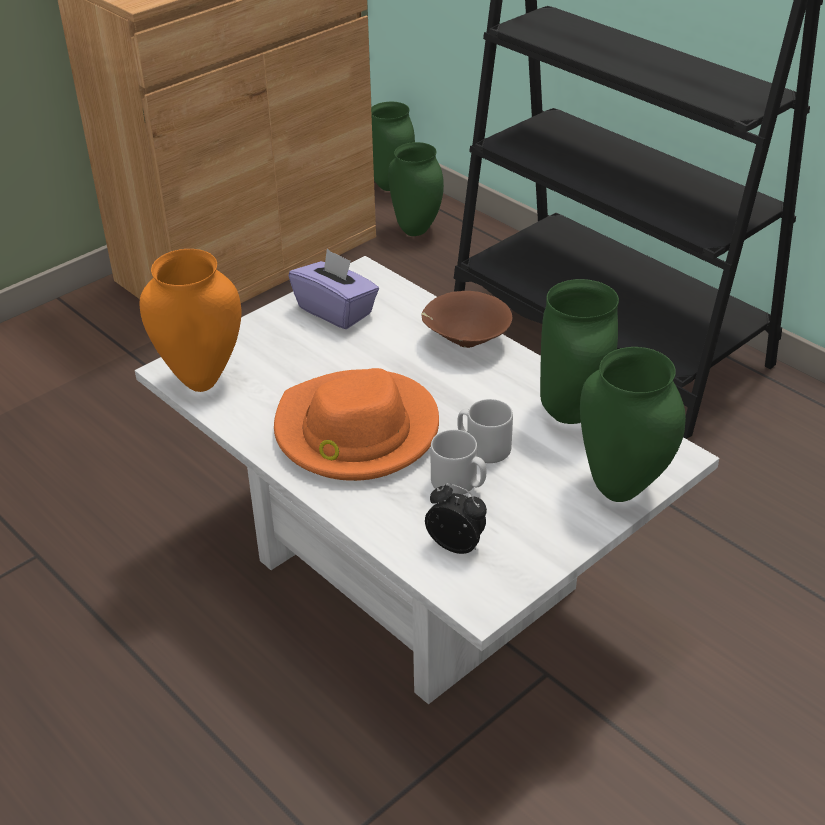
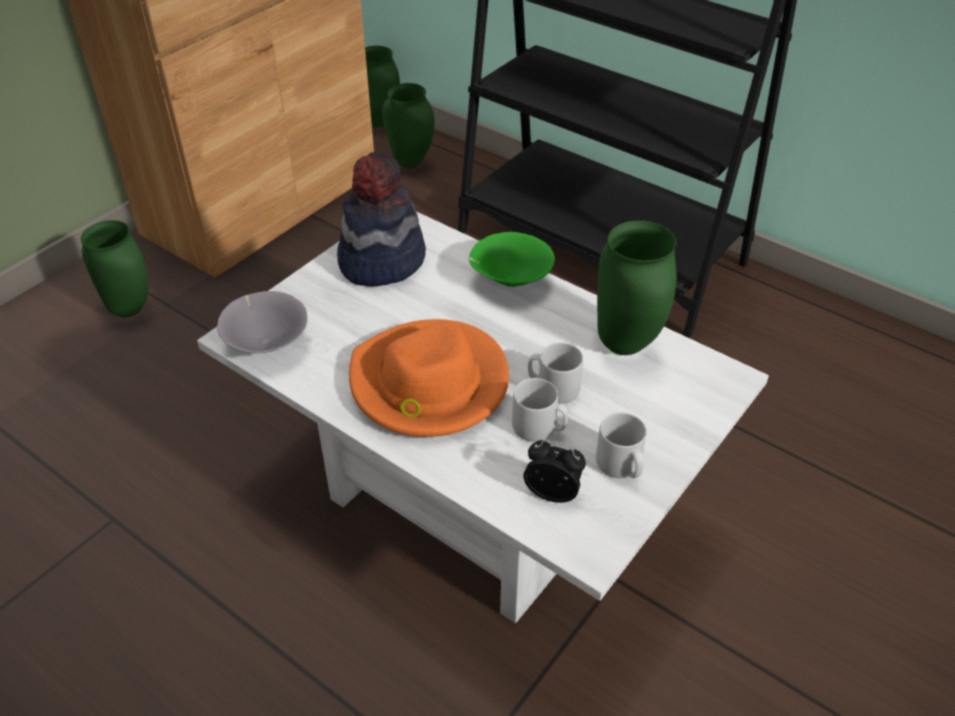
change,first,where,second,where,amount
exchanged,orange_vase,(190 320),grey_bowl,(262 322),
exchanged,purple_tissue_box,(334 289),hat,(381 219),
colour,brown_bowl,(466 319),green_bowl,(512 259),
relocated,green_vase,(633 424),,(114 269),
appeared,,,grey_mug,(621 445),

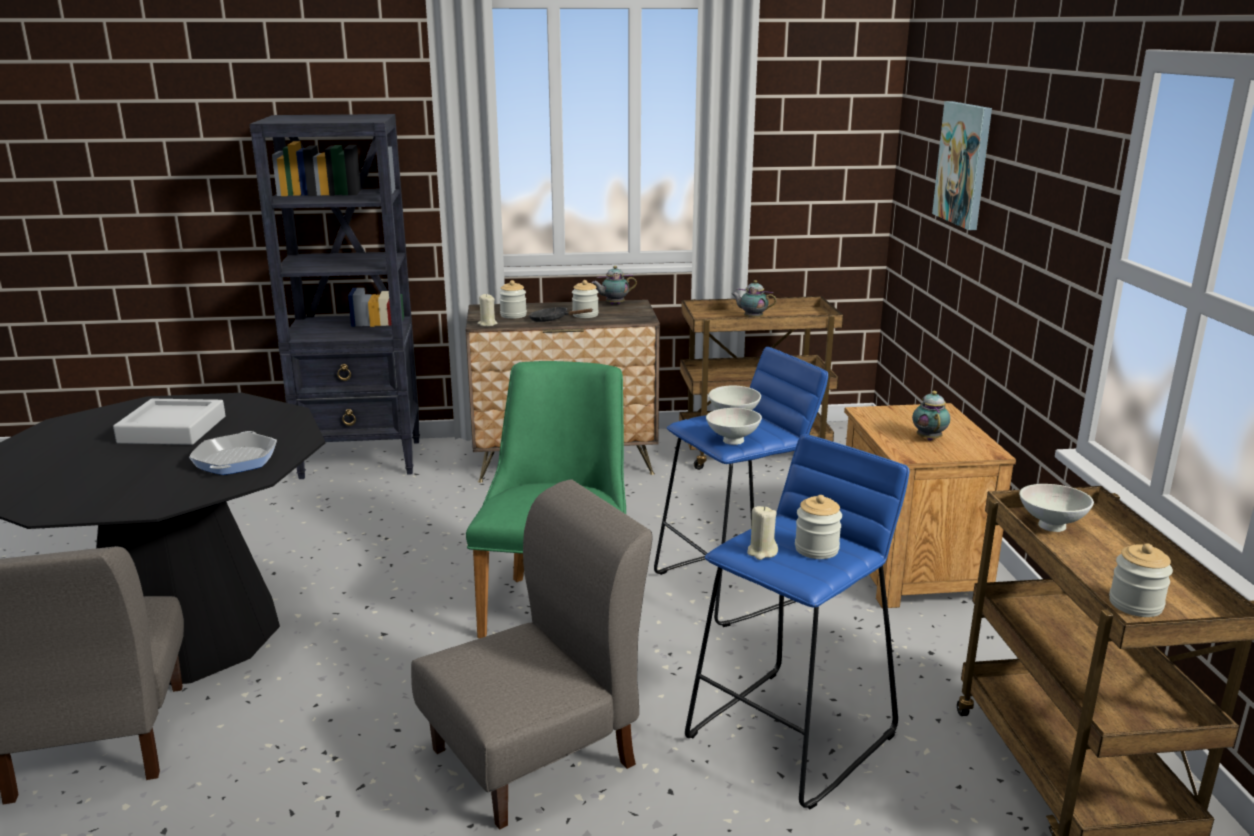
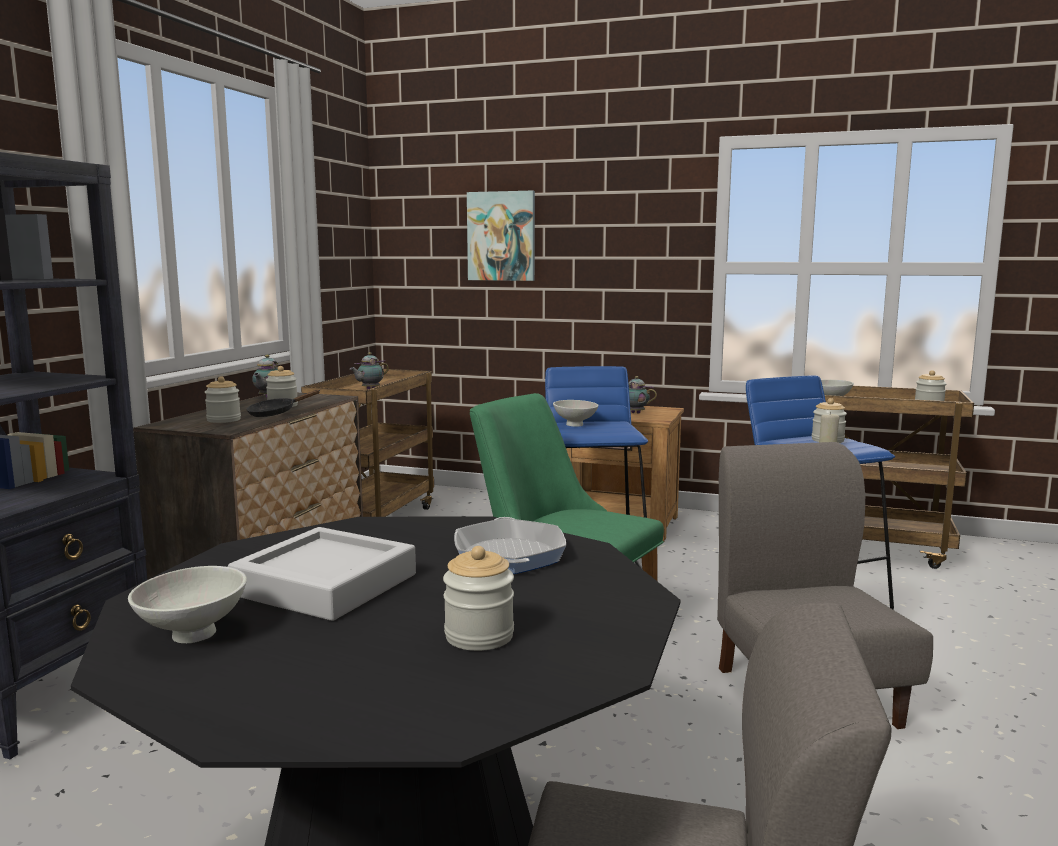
change,first,where,second,where,amount
spun,frying_pan,(233 453),,(510 545),120 degrees counterclockwise
missing,beige_candle,(487 310),,,
relocated,white_bowl,(734 426),,(187 604),
appeared,,,jar,(478 598),

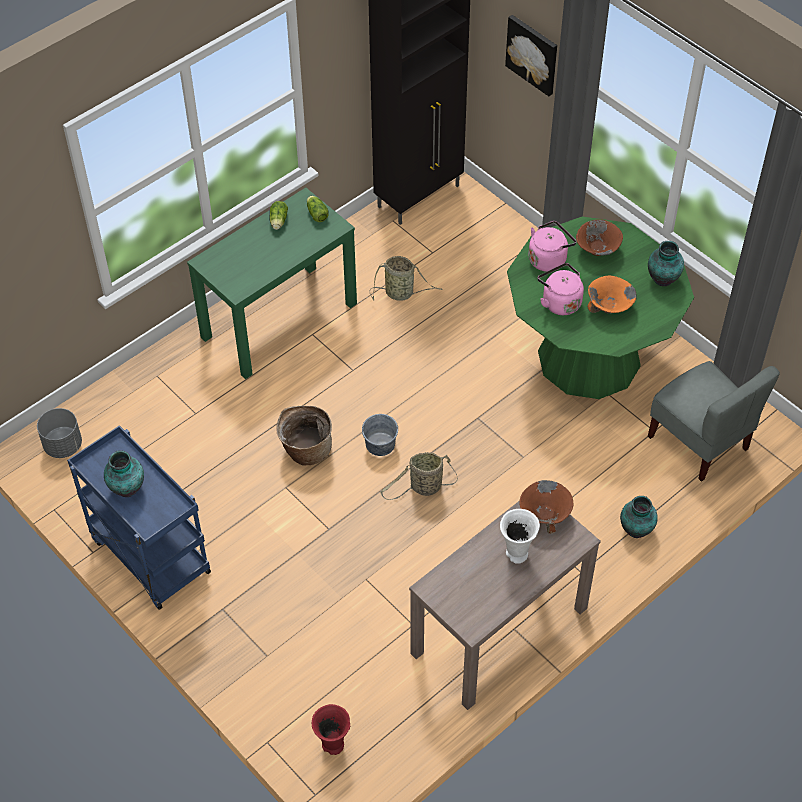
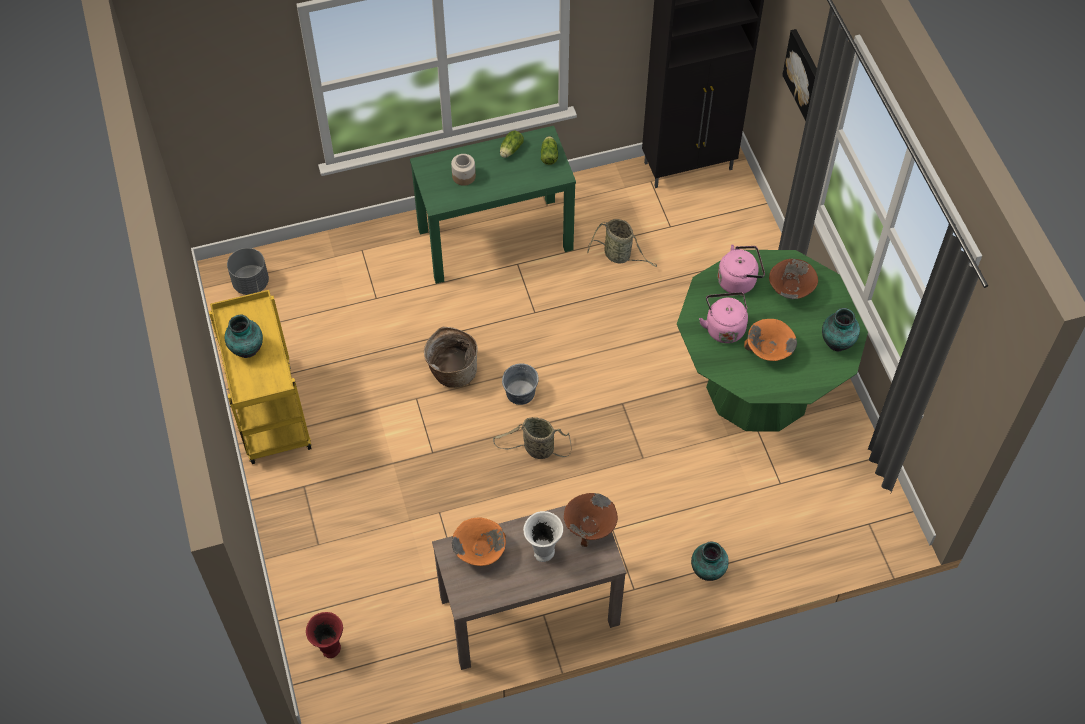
change,first,where,second,where,amount
colour,blue_cart,(139 517),yellow_cart,(260 377),
missing,grey_chair,(714 421),,,
appeared,,,jar,(463 170),
appeared,,,orange_bowl,(479 541),

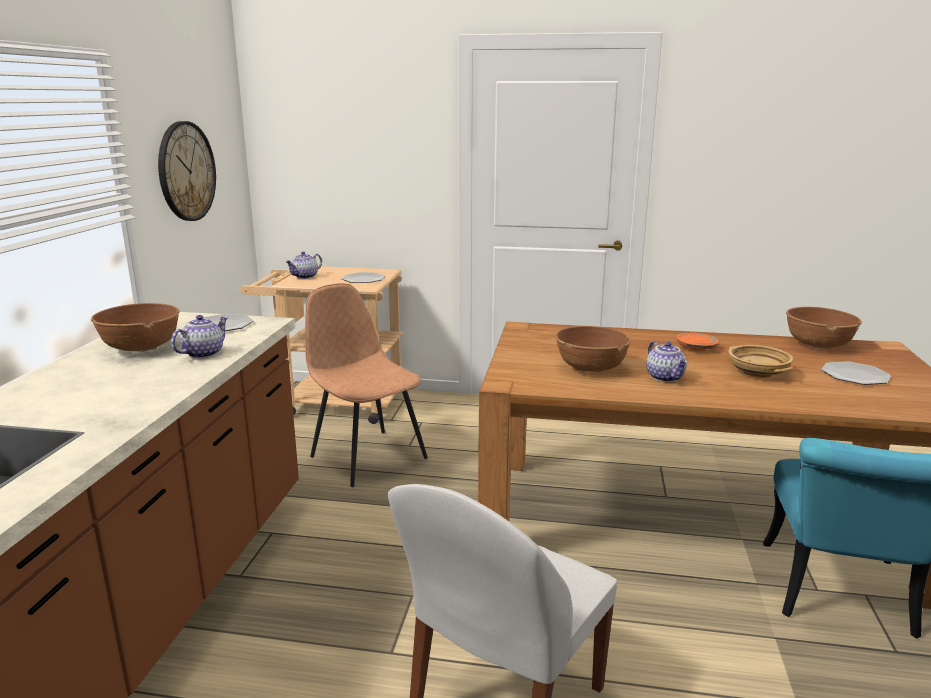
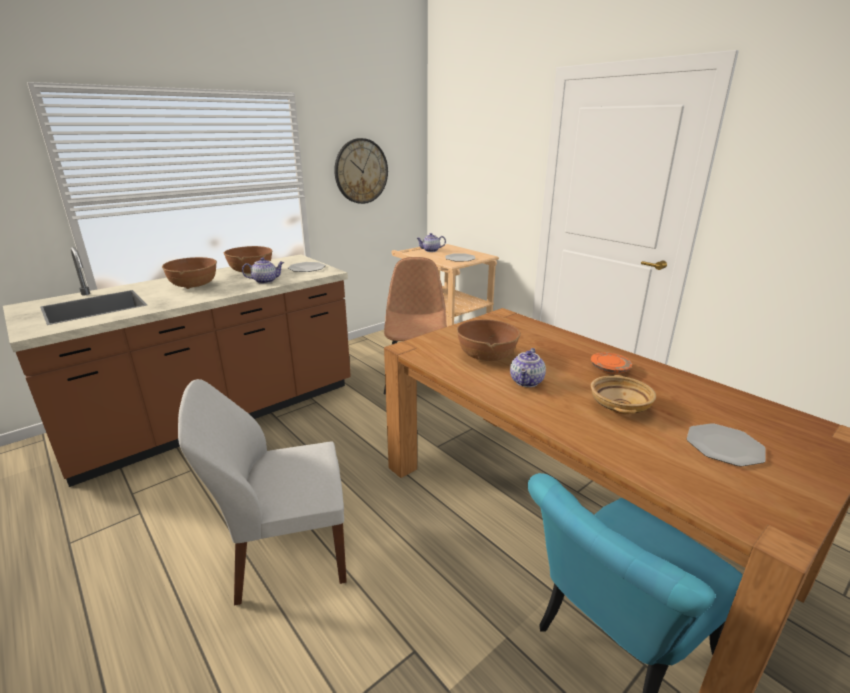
change,first,where,second,where,amount
relocated,brown_bowl,(824 328),,(189 273),

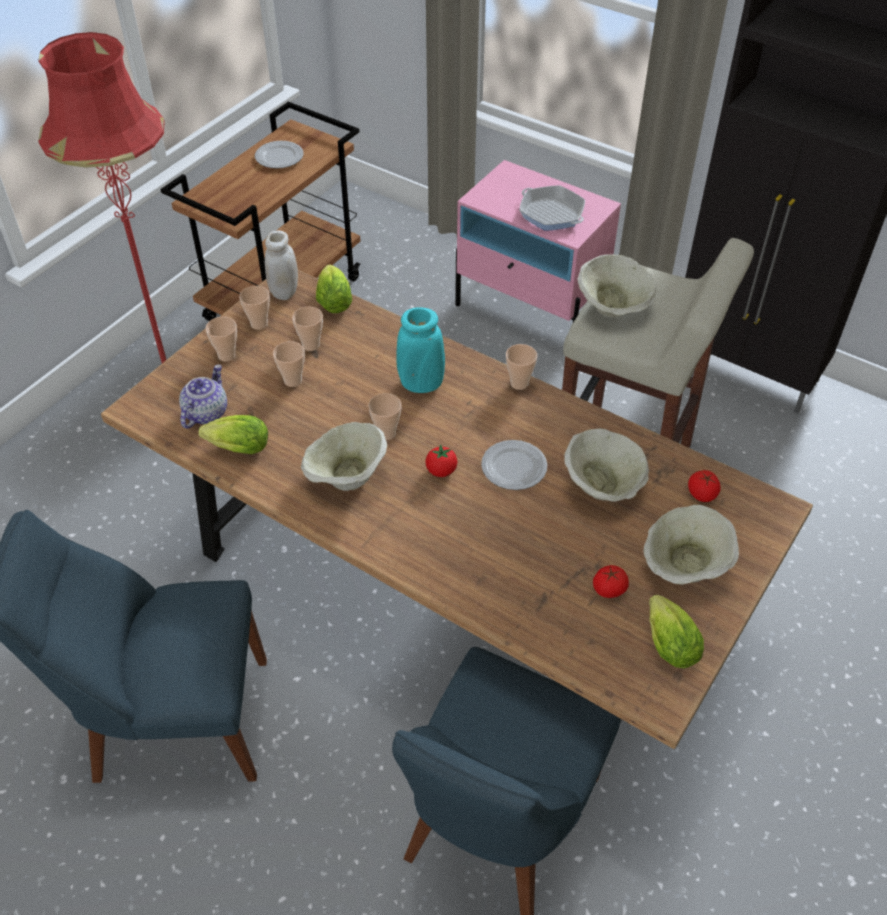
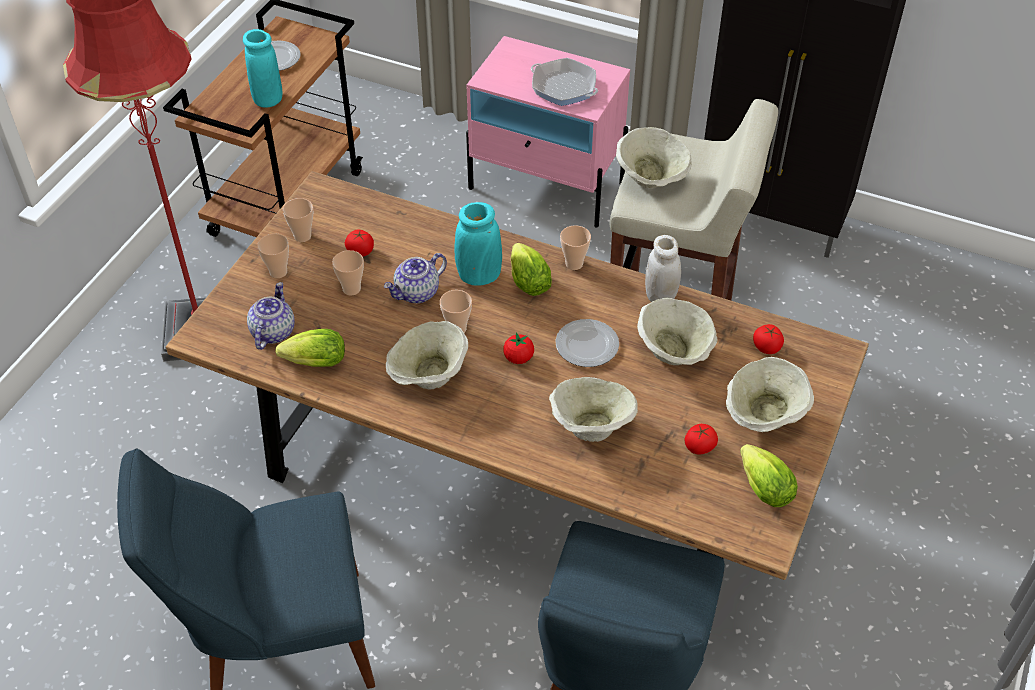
change,first,where,second,where,amount
relocated,white_jar,(281 265),,(663 268),
exchanged,cup,(307 328),tomato,(359 242),
relocated,lettuce,(334 288),,(531 269),
appeared,,,turquoise_vase,(262 68),
appeared,,,teapot,(415 278),
appeared,,,beige_bowl,(593 409),

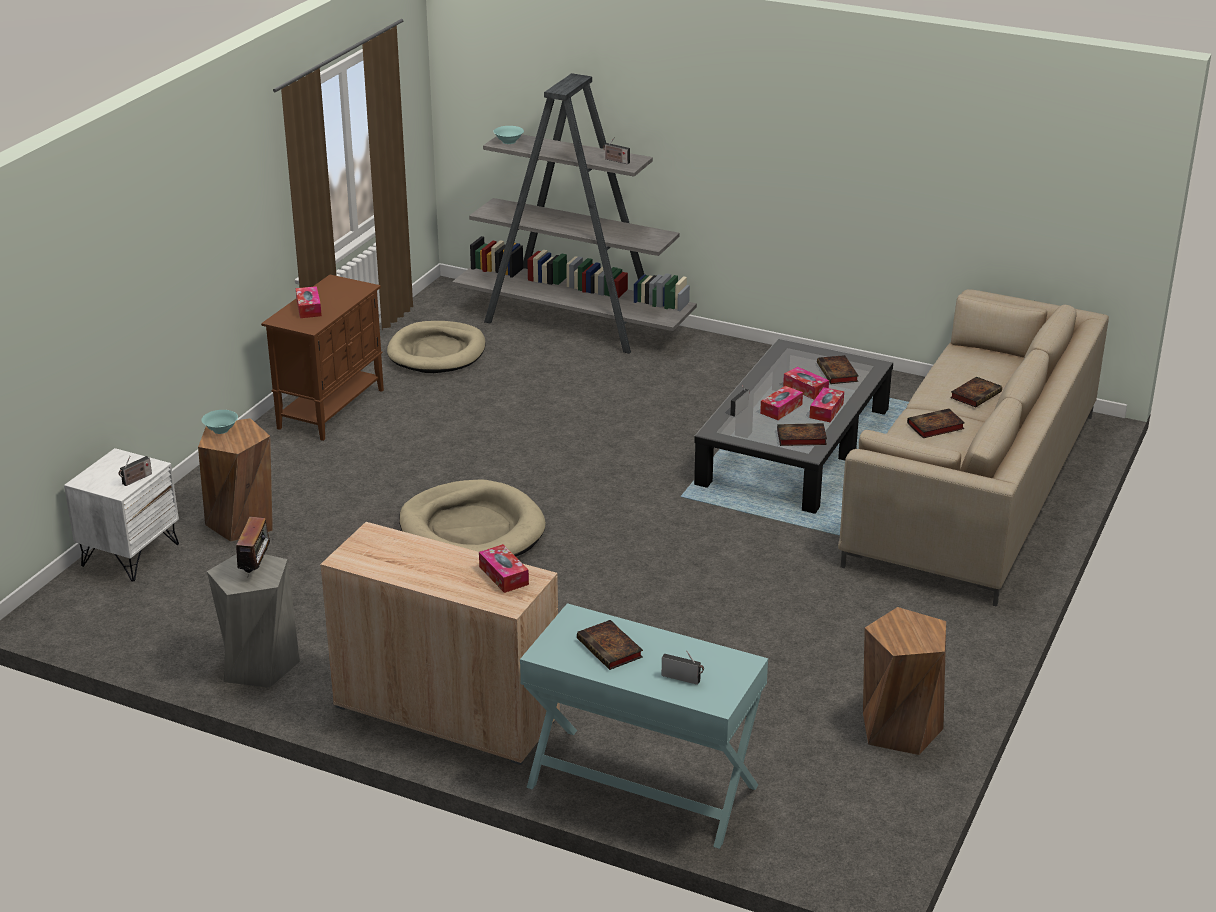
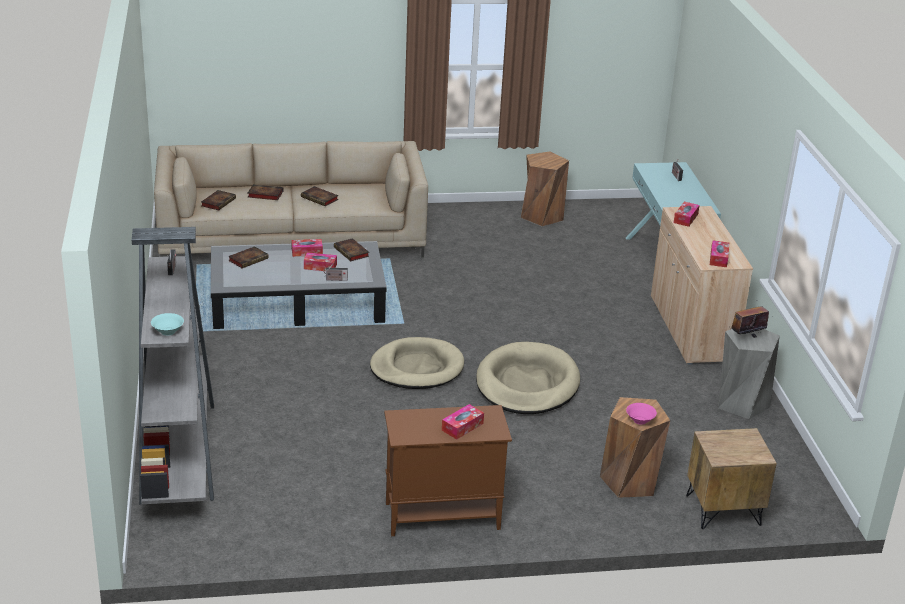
change,first,where,second,where,amount
colour,white_nightstand,(121 515),brown_nightstand,(731 478),
missing,radio,(135 471),,,
colour,turquoise_bowl,(220 422),pink_bowl,(641 414),
relocated,beige_dog_bed,(436 347),,(417 363),
relocated,book,(610 645),,(218 200),
relocated,tissue_box,(806 383),,(719 253),

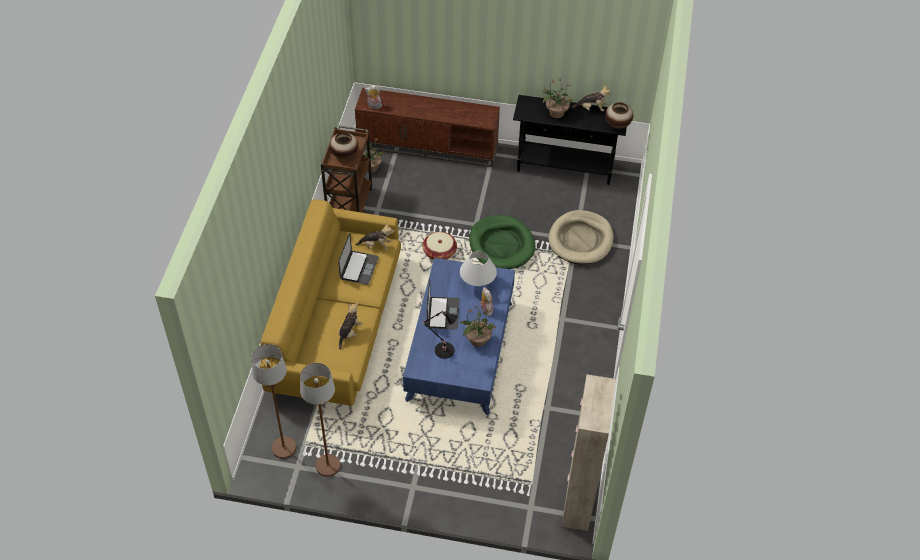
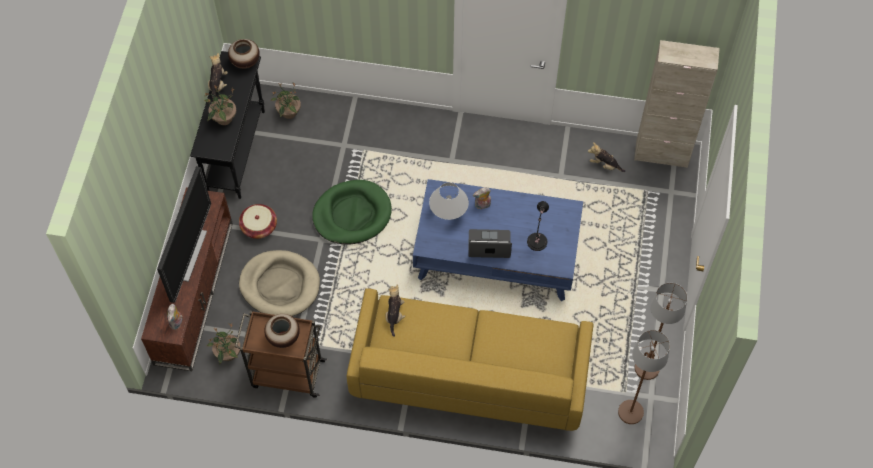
change,first,where,second,where,amount
missing,laptop,(358 259),,,
relocated,plush_toy,(350 326),,(606 157),
relocated,basket,(440 246),,(258 221),
relocated,potted_plant,(477 326),,(286 100),
relocated,beige_dog_bed,(581 237),,(279 283),
appeared,,,television,(184 234),

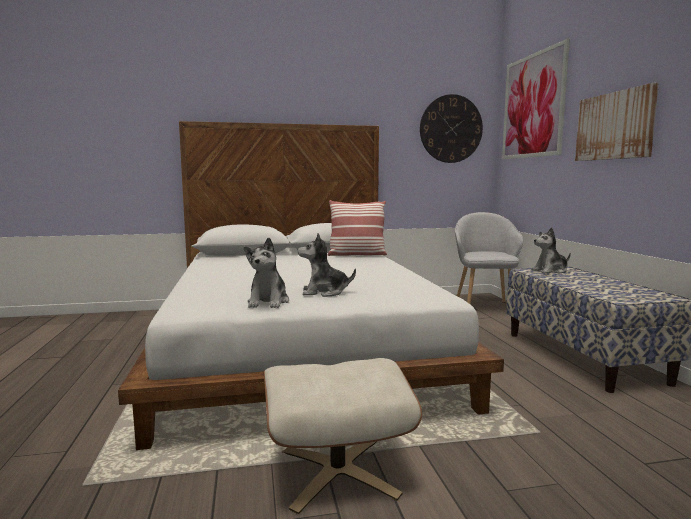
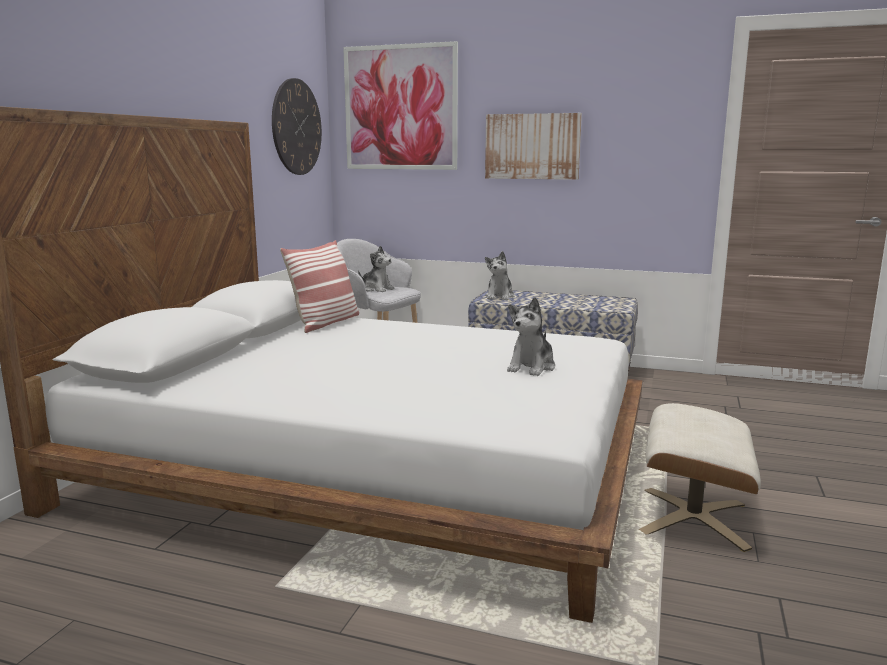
change,first,where,second,where,amount
relocated,plush_toy,(266 273),,(376 269),

